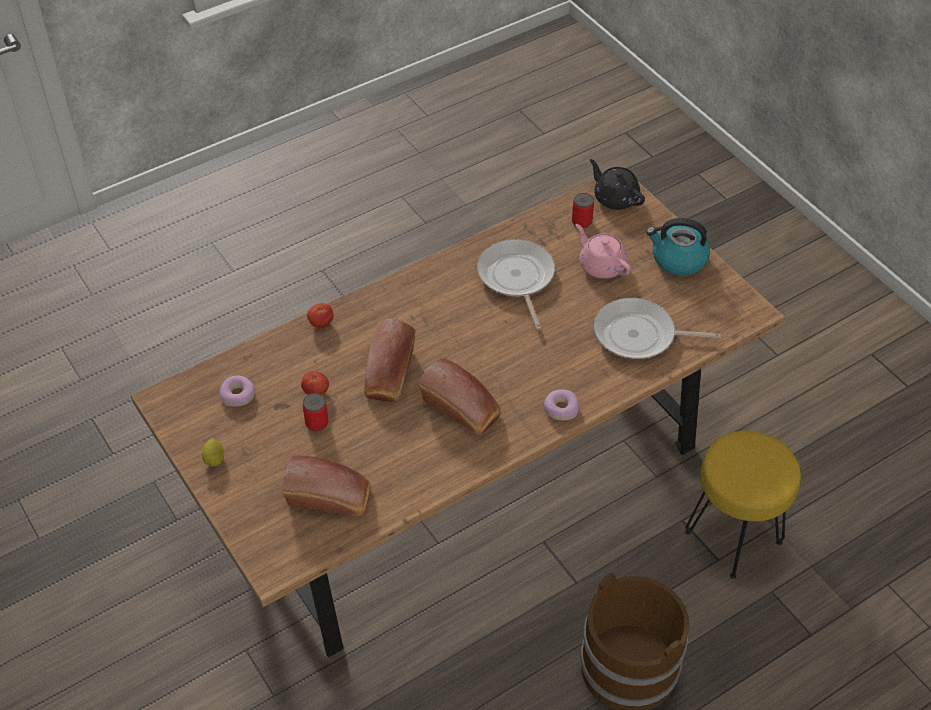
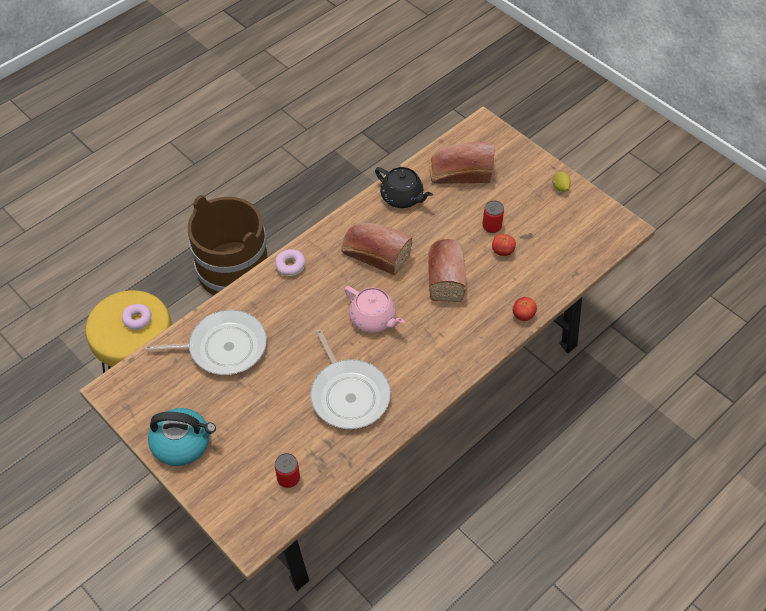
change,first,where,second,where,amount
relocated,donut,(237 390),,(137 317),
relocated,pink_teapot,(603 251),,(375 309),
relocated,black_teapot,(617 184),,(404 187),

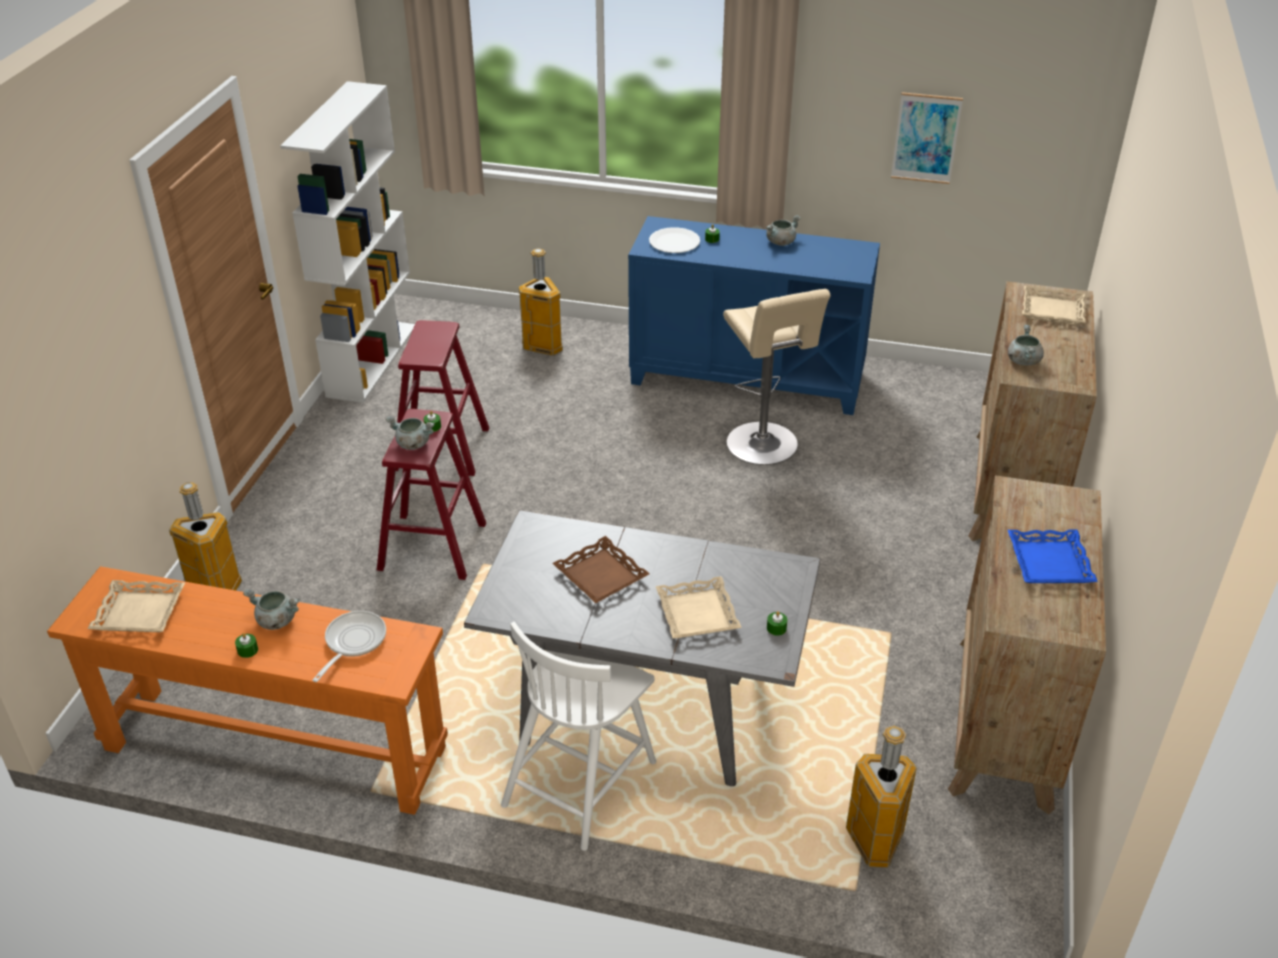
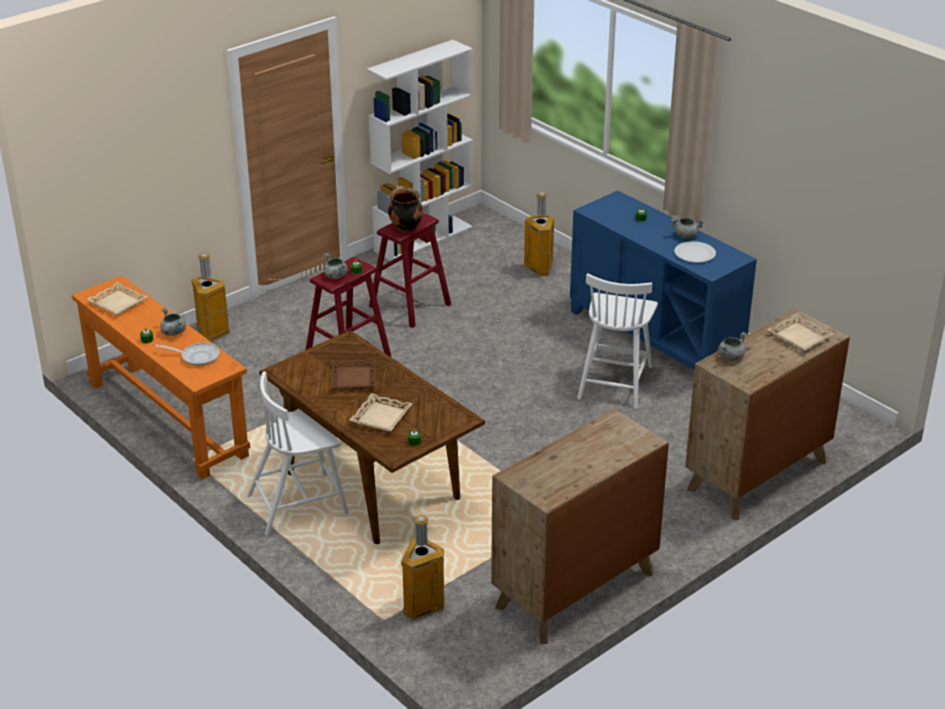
change,first,where,second,where,amount
spun,frying_pan,(349 646),,(187 354),45 degrees clockwise
colour,grey_dining_table,(642 648),brown_dining_table,(372 437),
relocated,white_plate,(674 240),,(695 252),
exchanged,beige_stool,(777 377),white_chair,(617 341),
missing,picture,(927 138),,,
missing,blue_tray,(1053 556),,,
appeared,,,cooking_pot,(406 209),

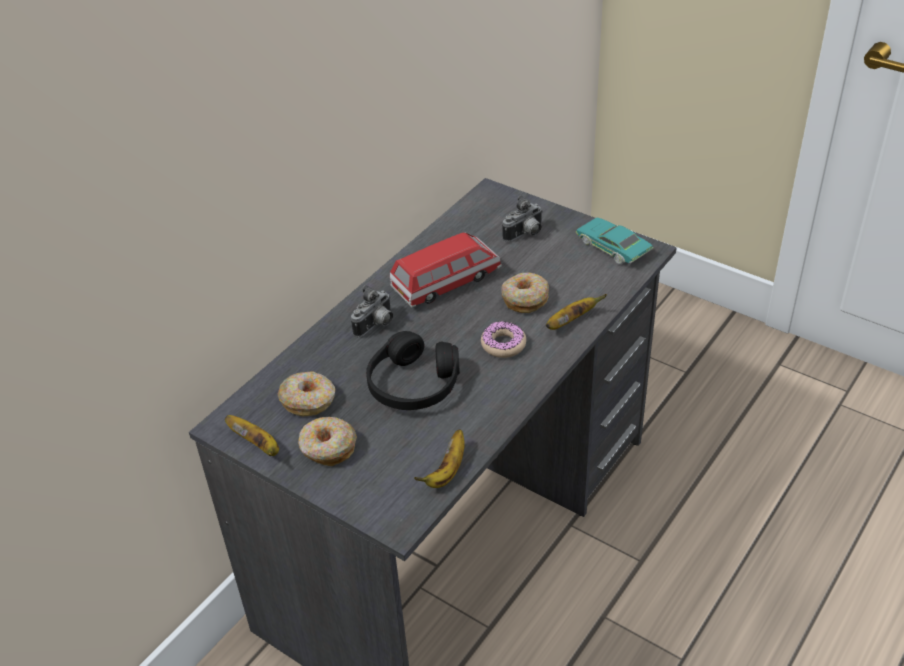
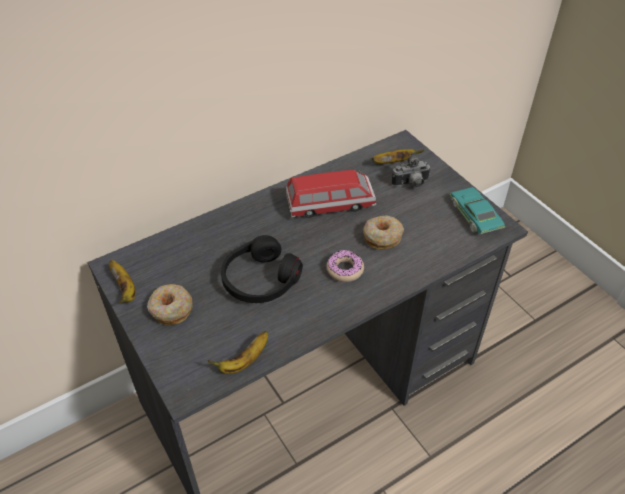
change,first,where,second,where,amount
missing,donut,(306 393),,,
missing,photo_camera,(372 311),,,
relocated,banana,(576 312),,(398 156),

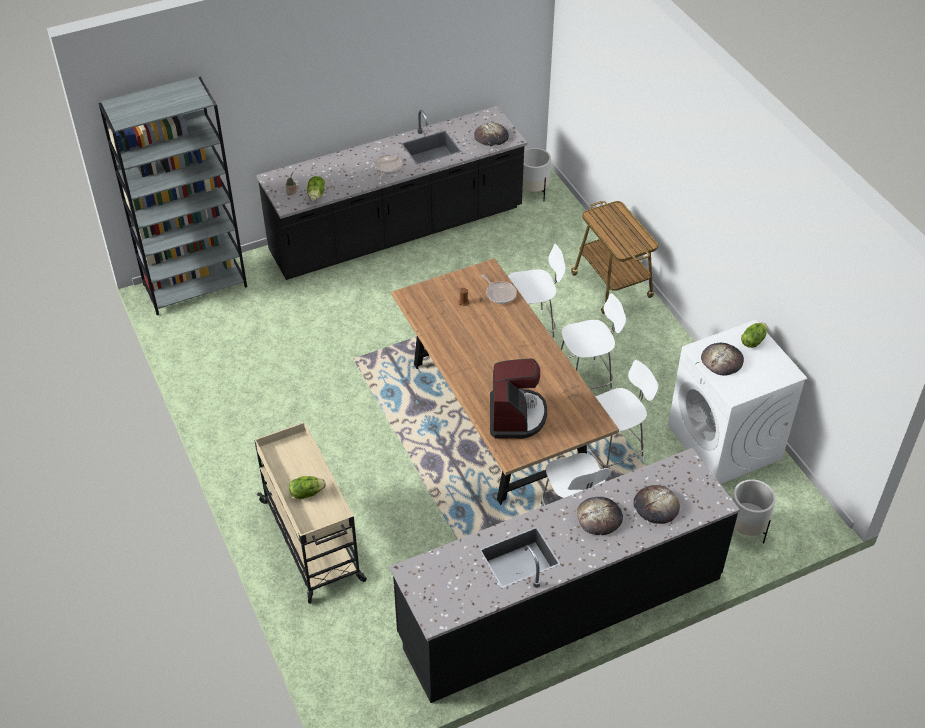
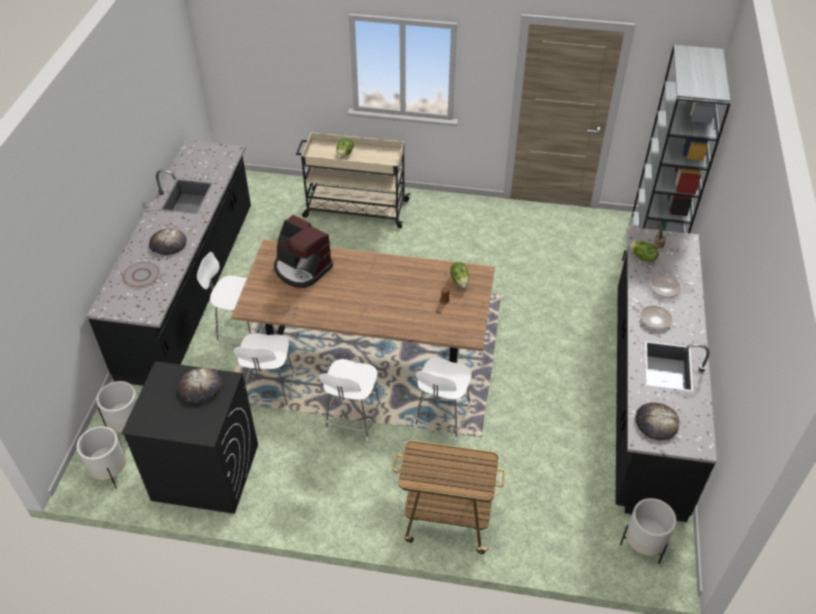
change,first,where,second,where,amount
relocated,frying_pan,(499 289),,(673 286),
exchanged,bread,(657 504),grey_plate,(141 274),
colour,white_washing_machine,(738 402),black_washing_machine,(189 437),
relocated,lettuce,(754 335),,(459 275),
appeared,,,white_planter,(101 457),

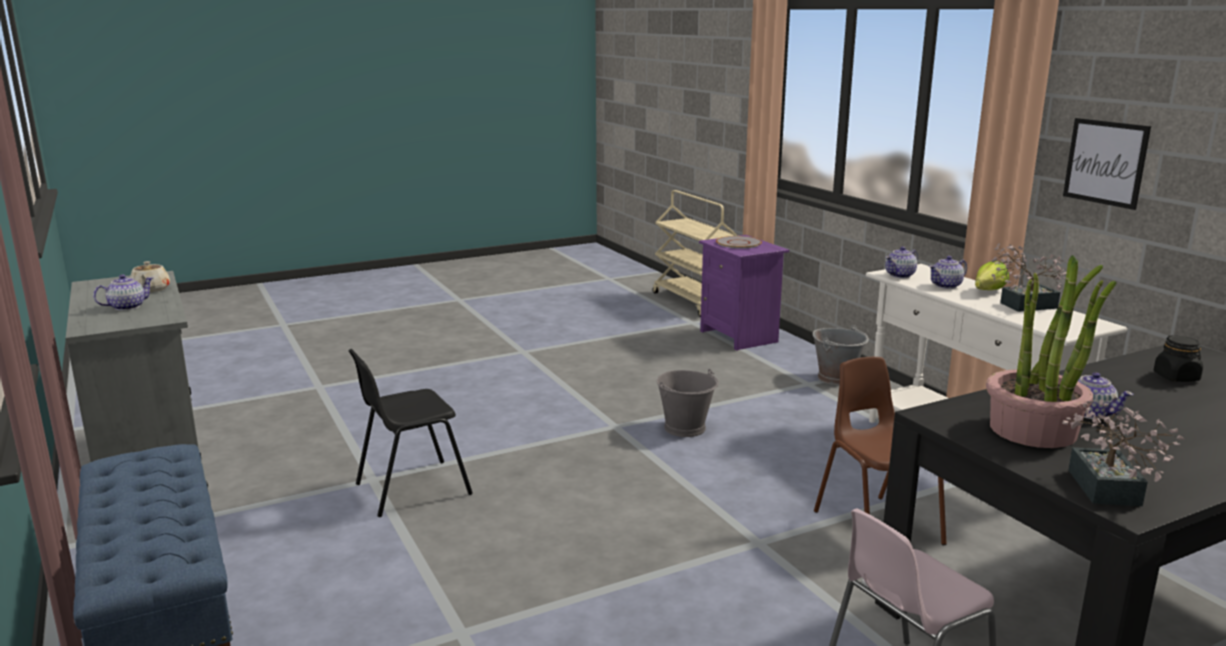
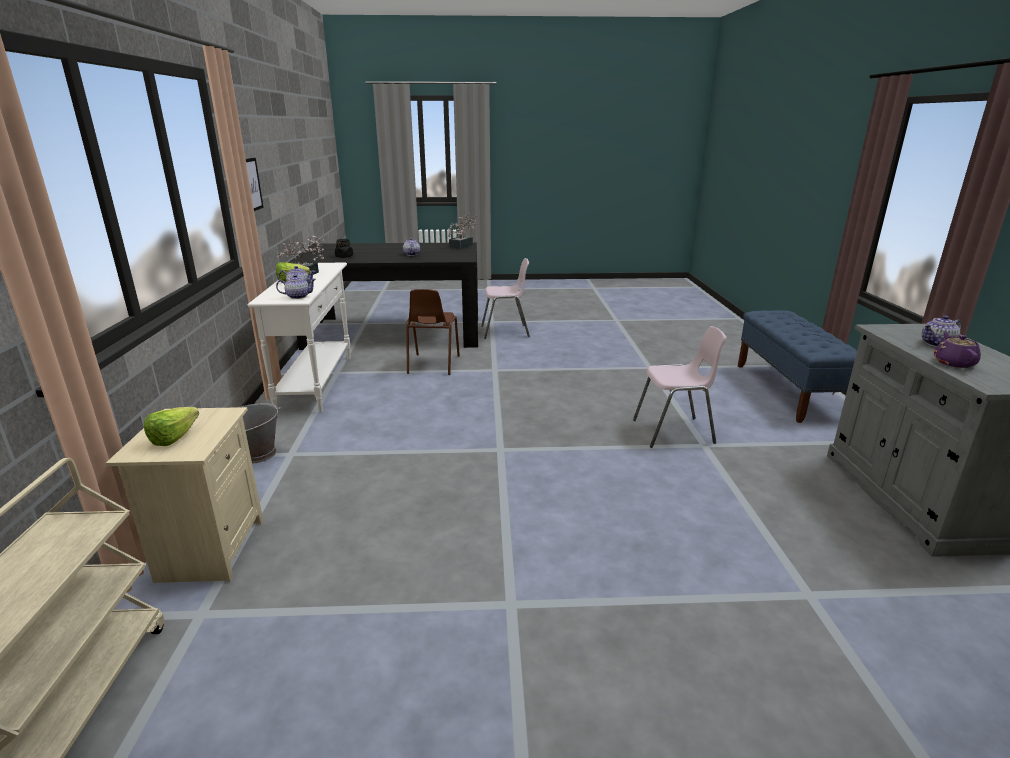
change,first,where,second,where,amount
colour,beige_teapot,(150 276),purple_teapot,(957 349),
colour,black_chair,(410 433),pink_chair,(679 387),
missing,grey_bucket,(688 403),,,
colour,purple_nightstand,(744 293),beige_nightstand,(184 495),
exchanged,grey_plate,(739 242),lettuce,(171 426),
missing,potted_plant,(1051 351),,,

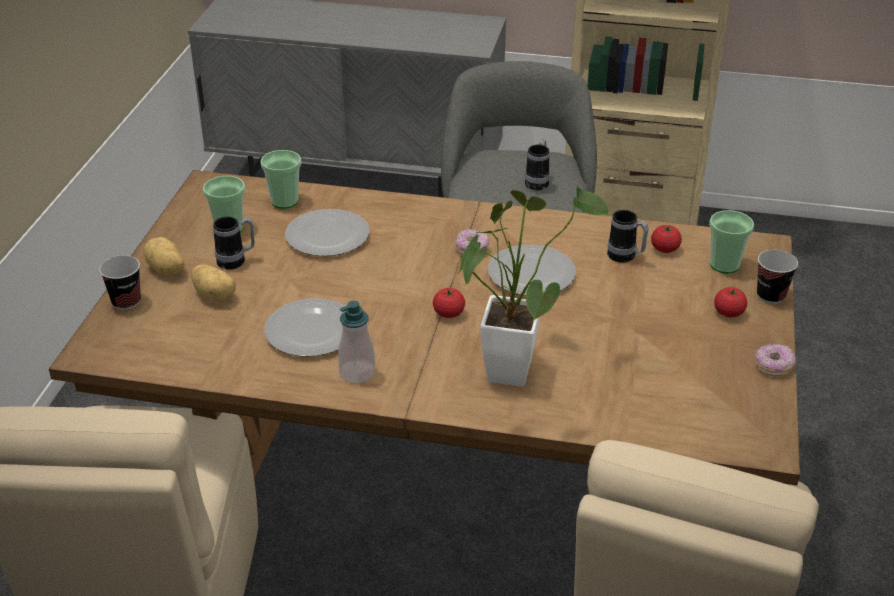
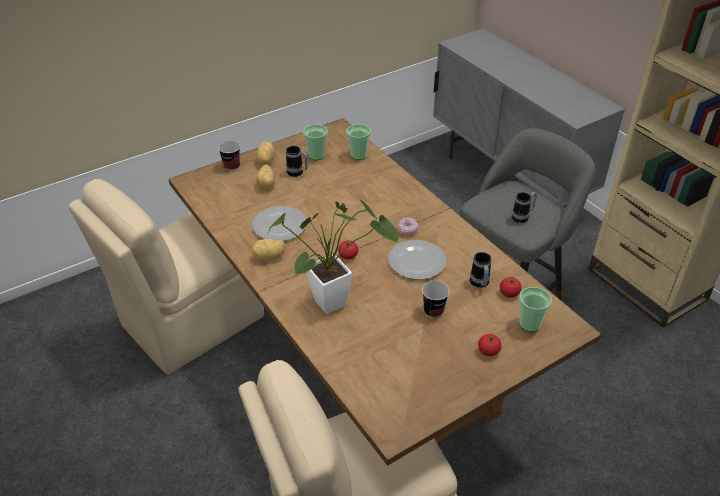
change,first,where,second,where,amount
missing,plate,(327 232),,,
exchanged,soap_dispenser,(356 342),potato,(269 250),
missing,donut,(775 360),,,
relocated,cup,(777 277),,(435 299),

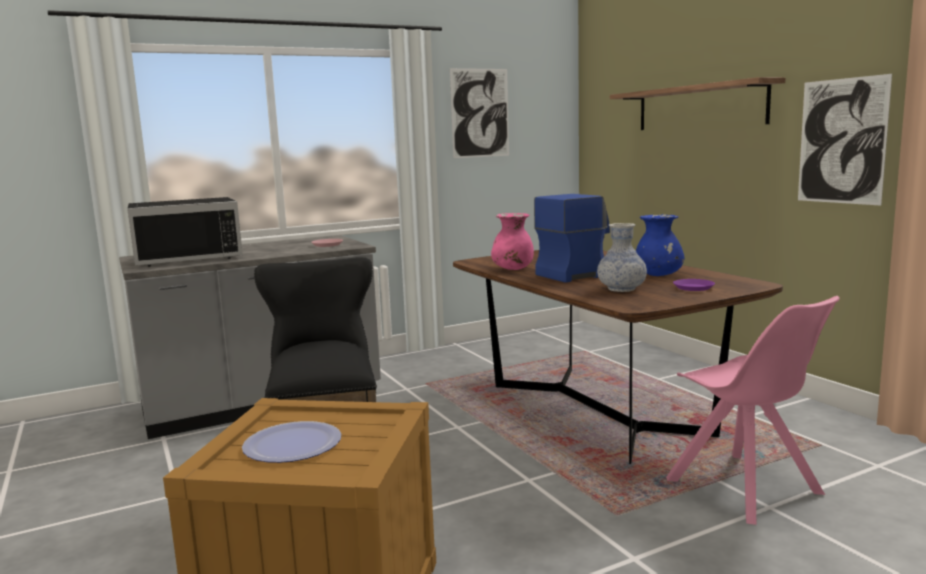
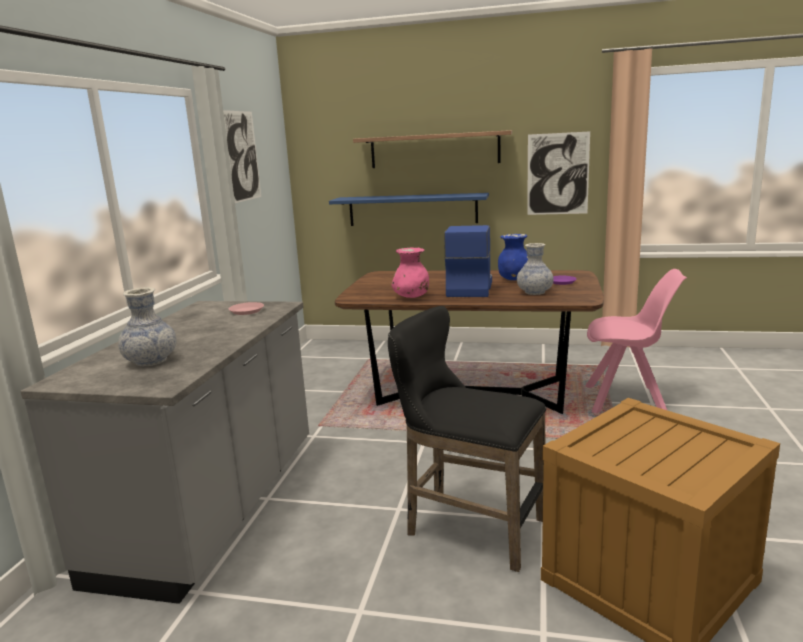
change,first,where,second,where,amount
exchanged,black_microwave,(185 232),vase,(147 326),
missing,plate,(291 442),,,
appeared,,,blue_shelf,(409 209),

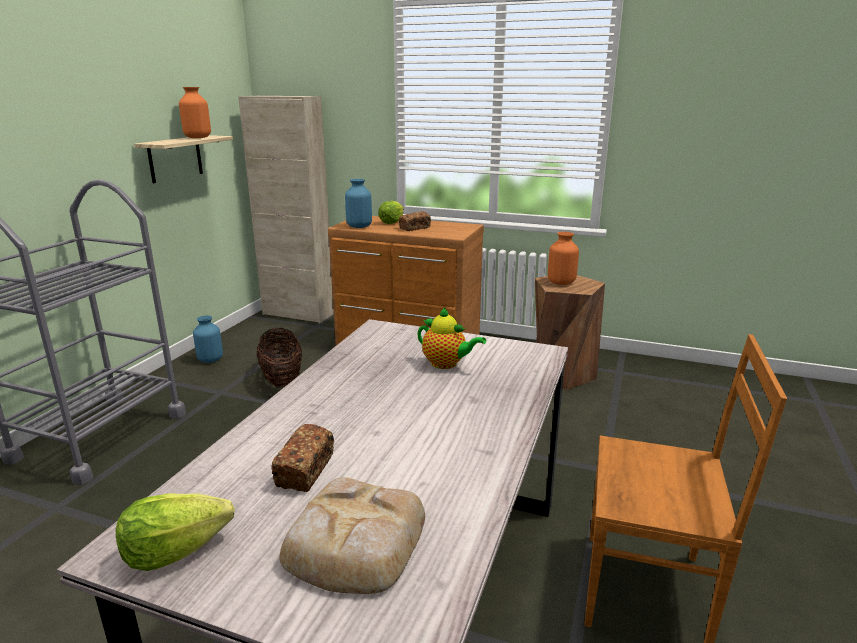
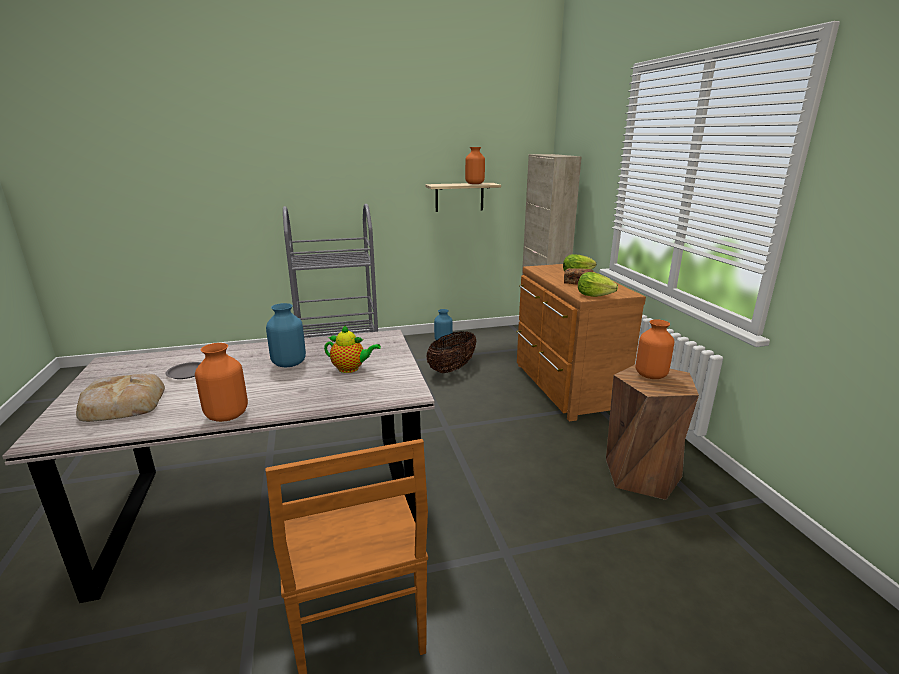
change,first,where,second,where,amount
relocated,lettuce,(175 532),,(598 284),
exchanged,bread,(302 458),grey_plate,(183 370),
relocated,blue_vase,(358 203),,(286 335),
spun,teapot,(451 338),,(352 349),75 degrees counterclockwise
appeared,,,orange_vase,(221 382),

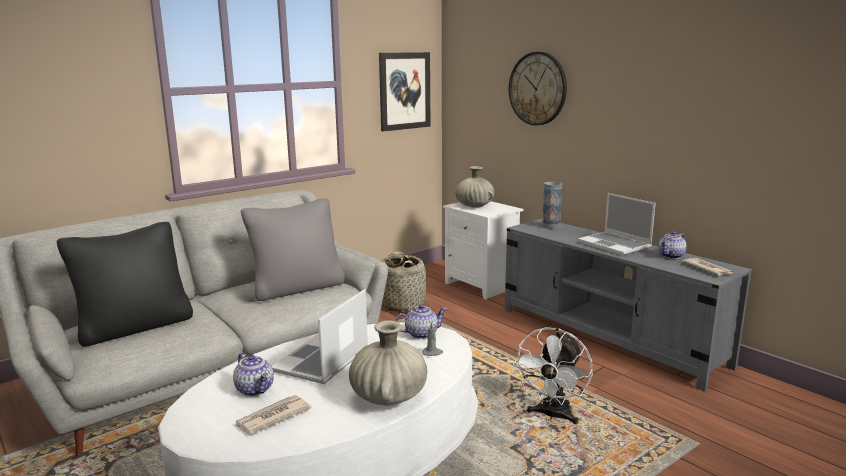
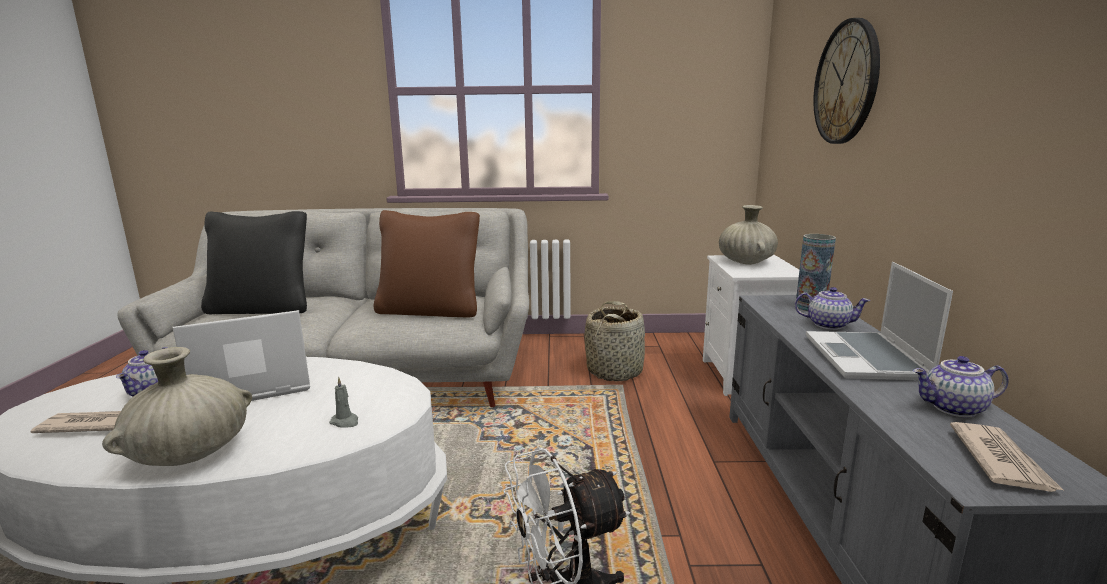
change,first,where,second,where,amount
colour,grey_pillow,(293 249),brown_pillow,(426 264),
missing,picture,(404 92),,,
relocated,teapot,(421 321),,(832 308),

